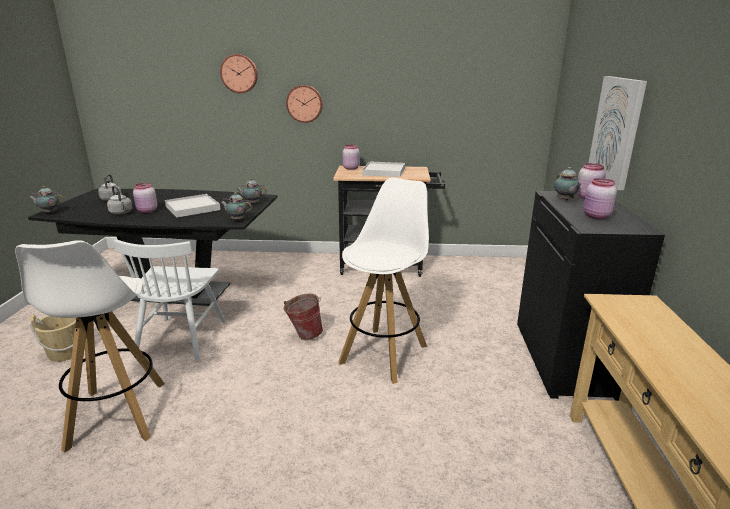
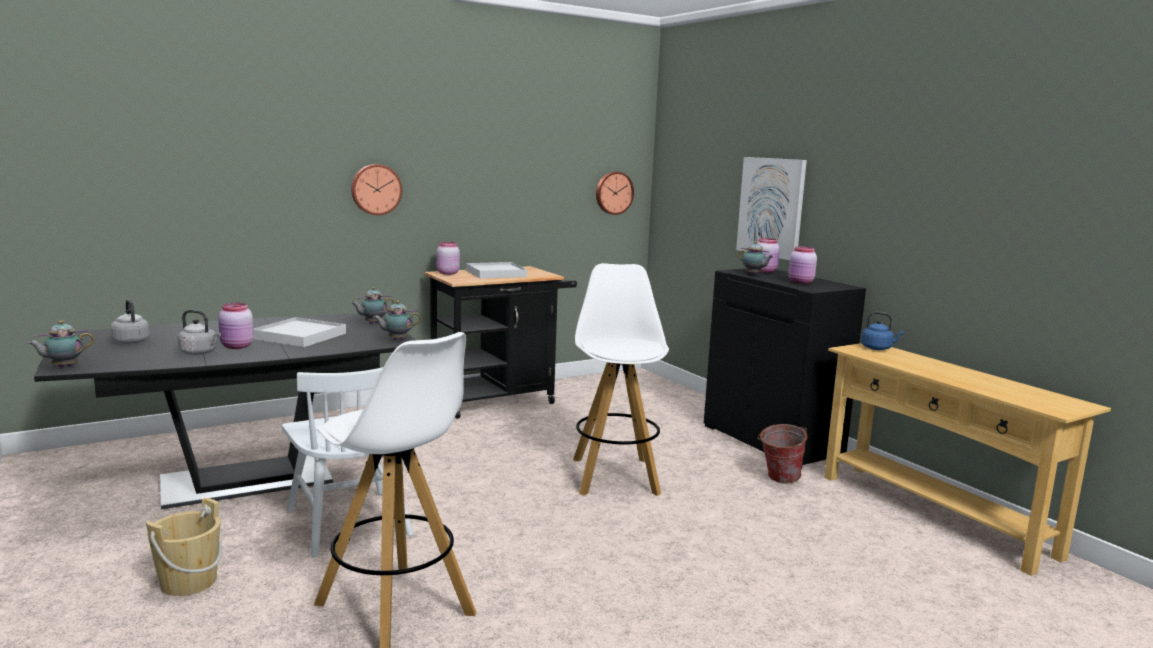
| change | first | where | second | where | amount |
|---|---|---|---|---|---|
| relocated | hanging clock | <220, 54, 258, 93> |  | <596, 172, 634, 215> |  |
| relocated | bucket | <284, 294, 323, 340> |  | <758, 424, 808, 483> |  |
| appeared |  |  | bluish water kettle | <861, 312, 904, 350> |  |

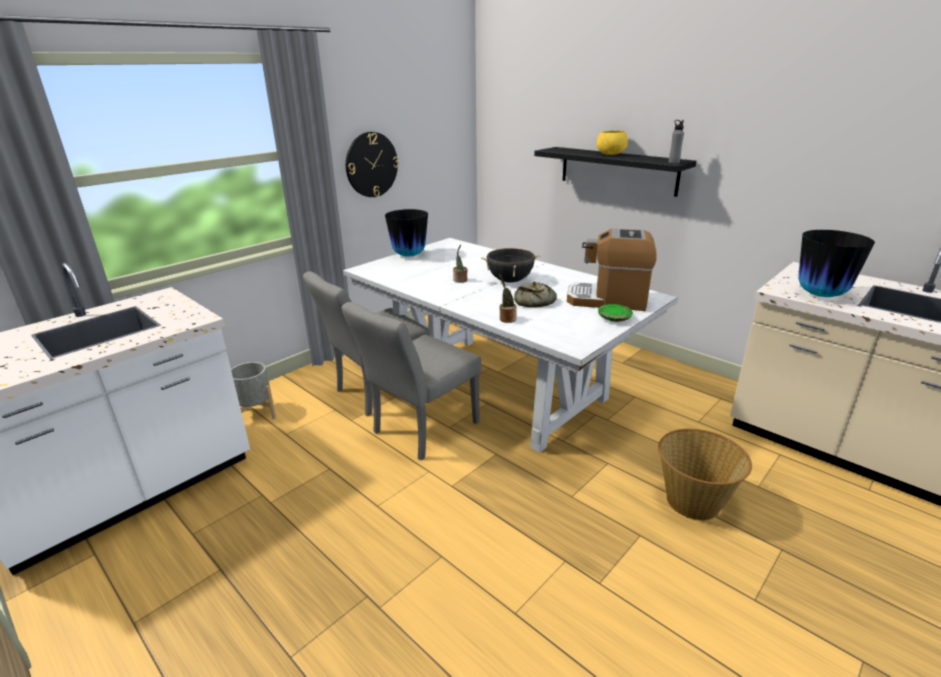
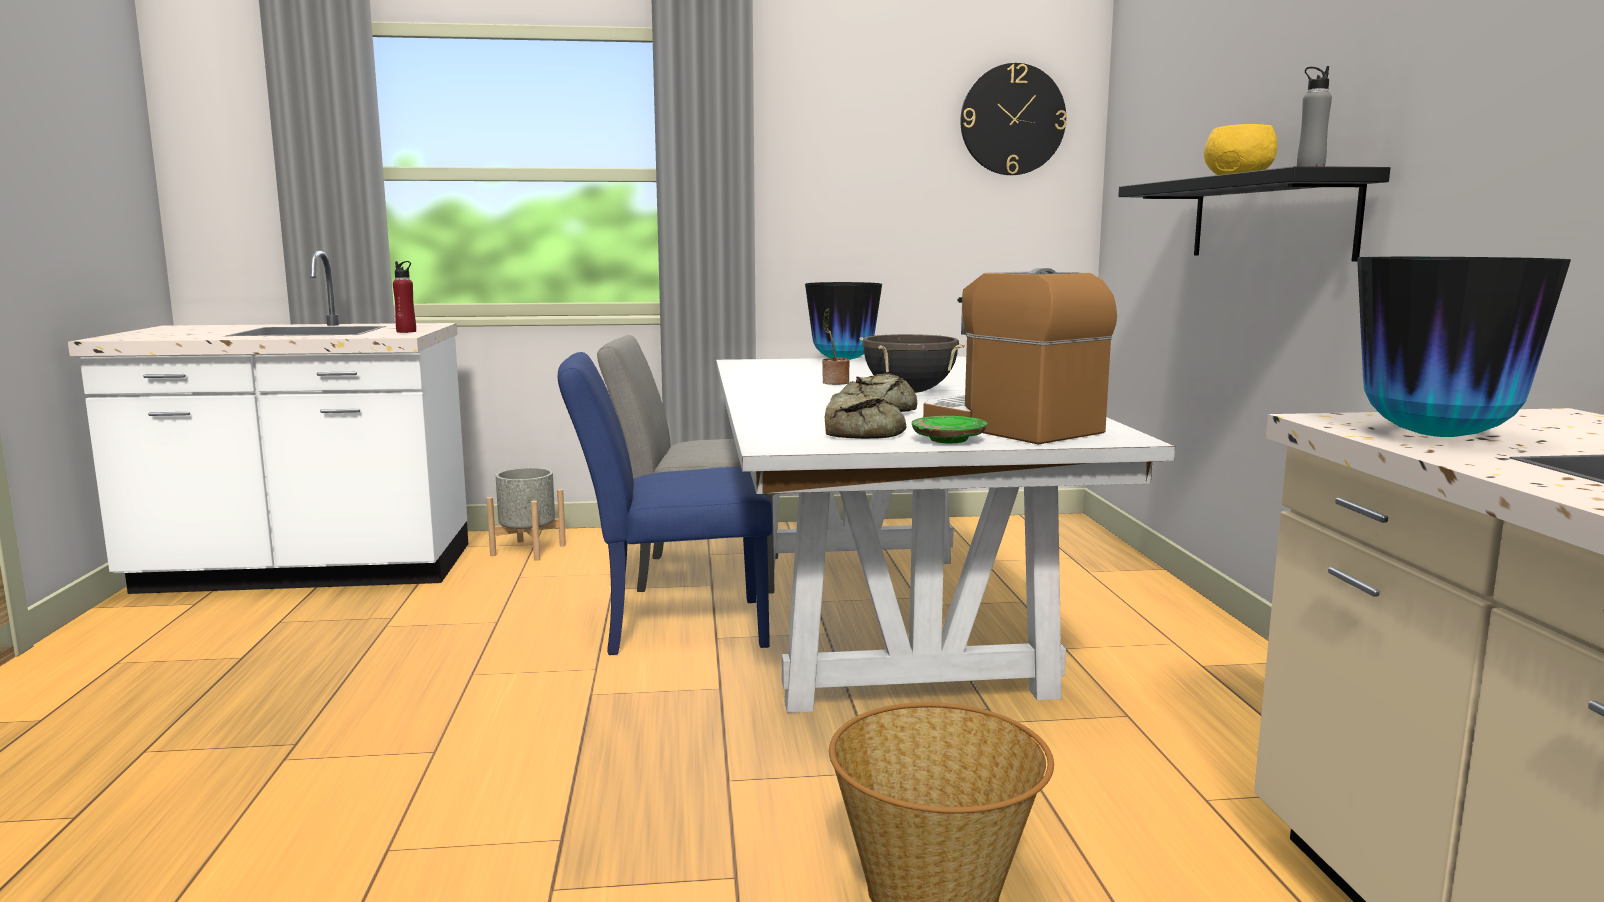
| change | first | where | second | where | amount |
|---|---|---|---|---|---|
| colour | grey plain chair | <341, 302, 481, 461> | bluish plain chair | <558, 352, 772, 655> |  |
| relocated | hanging clock | <346, 132, 399, 197> |  | <960, 63, 1067, 175> |  |
| missing | potted plant | <499, 274, 517, 323> |  |  |  |
| appeared |  |  | red-coloured beverage bottle | <393, 261, 416, 333> |  |
| appeared |  |  | baked bread | <825, 392, 906, 439> |  |

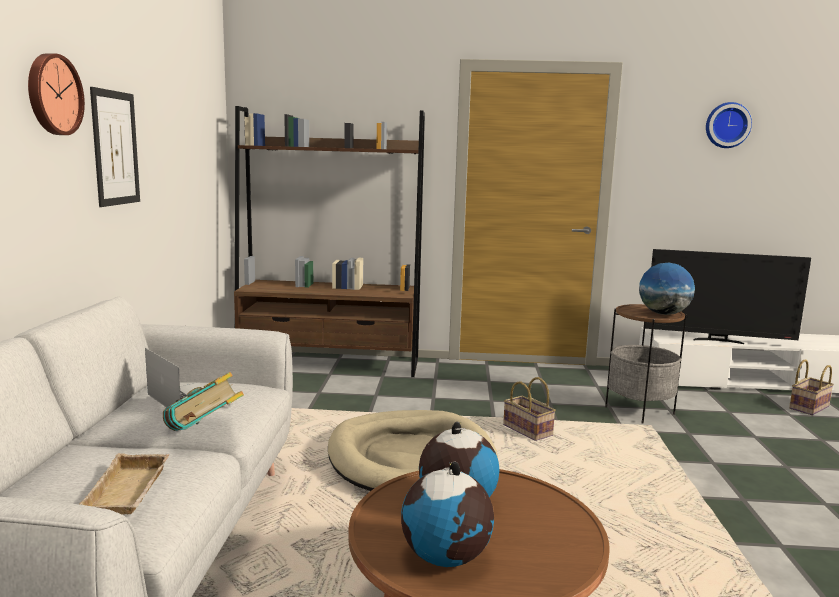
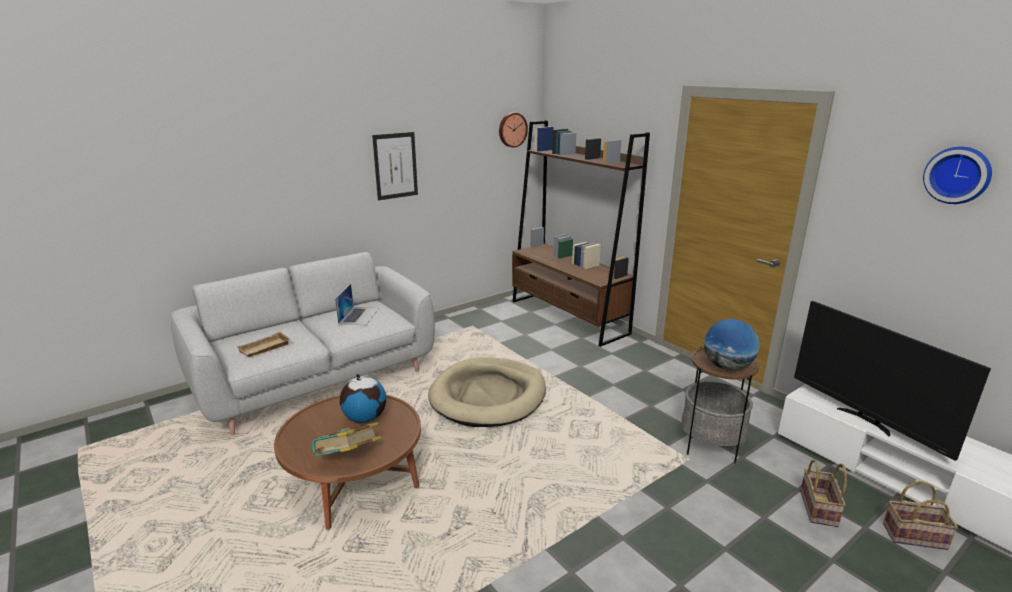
| change | first | where | second | where | amount |
|---|---|---|---|---|---|
| relocated | hanging clock | <28, 53, 85, 135> |  | <499, 113, 528, 148> |  |
| relocated | book | <163, 372, 244, 431> |  | <312, 422, 381, 456> |  |
| missing | world globe | <401, 462, 494, 567> |  |  |  |
| relocated | basket | <503, 377, 556, 441> |  | <800, 460, 847, 527> |  |

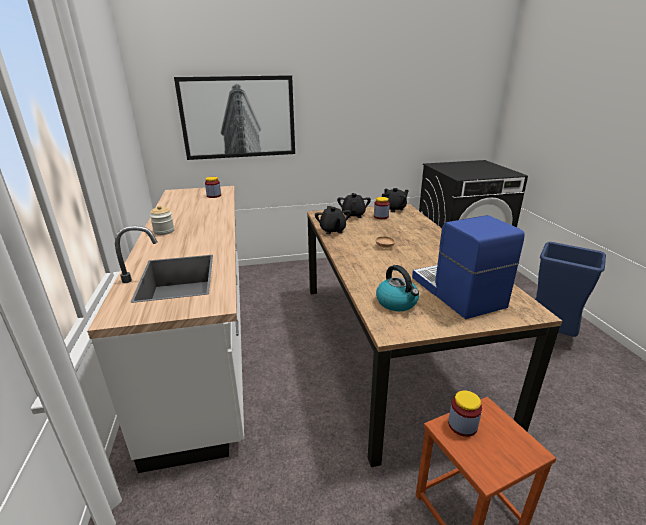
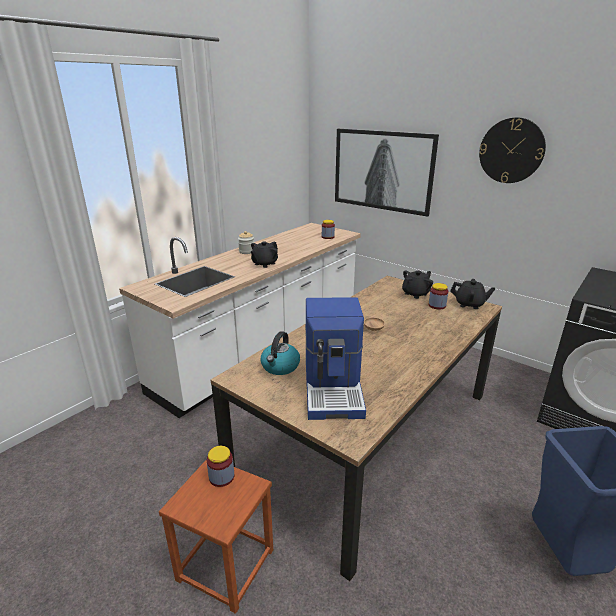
| change | first | where | second | where | amount |
|---|---|---|---|---|---|
| relocated | blackish tea pot | <315, 206, 351, 234> |  | <251, 241, 278, 268> |  |
| spun | coffee maker | <412, 215, 525, 319> |  | <305, 297, 366, 420> | 150 degrees clockwise |
| appeared |  |  | hanging clock | <479, 117, 546, 183> |  |

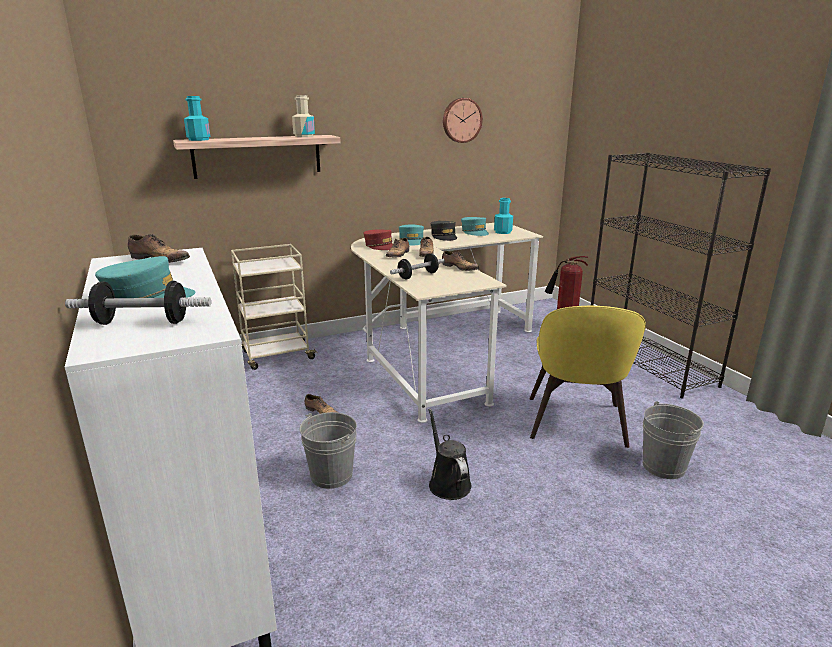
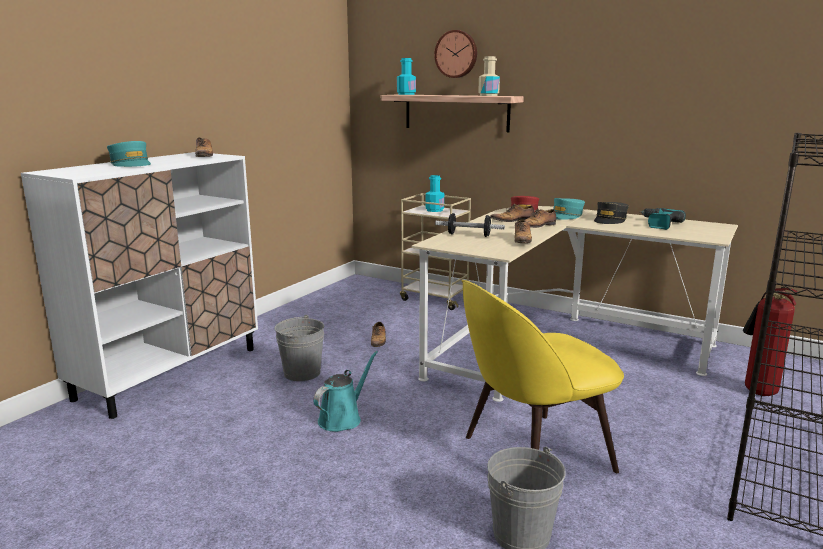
| change | first | where | second | where | amount |
|---|---|---|---|---|---|
| missing | free weight | <65, 281, 211, 325> |  |  |  |
| colour | blackish watering pot | <428, 408, 472, 500> | turquoise-coloured watering pot | <313, 351, 378, 432> |  |
| relocated | hanging clock | <443, 98, 483, 143> |  | <434, 30, 477, 78> |  |
| exchanged | turquoise-coloured cap | <461, 217, 489, 236> | electric drill | <640, 208, 686, 230> |  |
| relocated | turquoise-coloured beverage bottle | <494, 198, 513, 234> |  | <426, 175, 444, 212> |  |

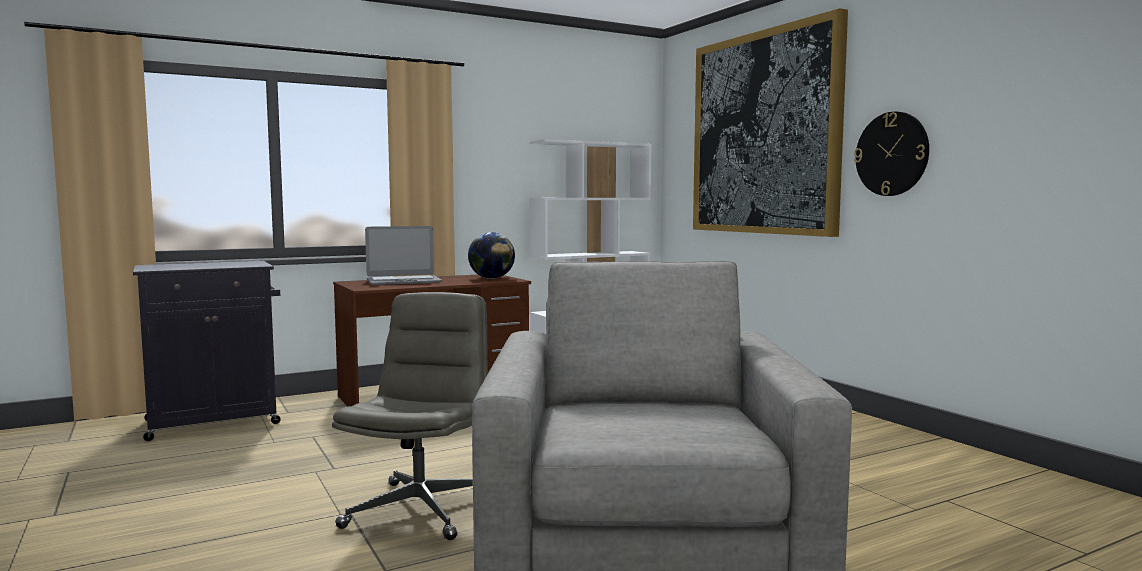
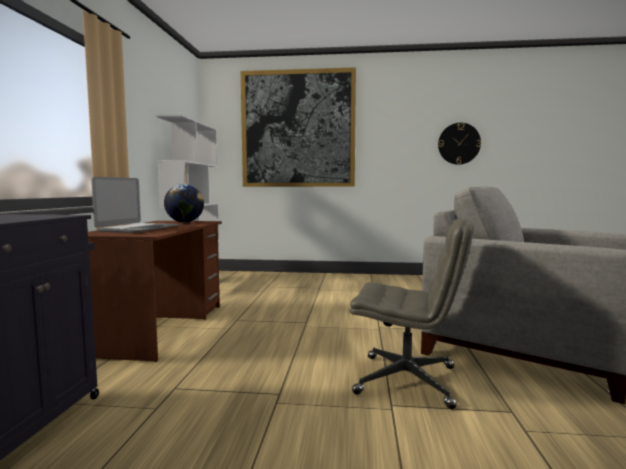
| change | first | where | second | where | amount |
|---|---|---|---|---|---|
| spun | grey computer chair | <332, 292, 488, 540> |  | <350, 219, 474, 409> | 150 degrees clockwise |
| relocated | hanging clock | <854, 111, 929, 196> |  | <438, 123, 481, 165> |  |

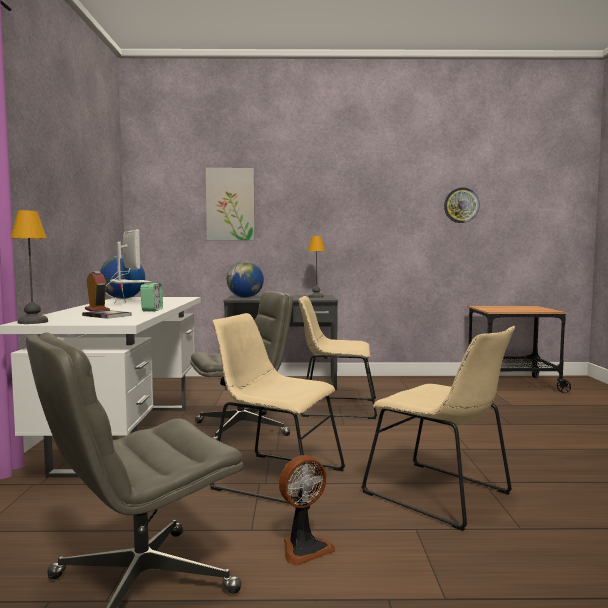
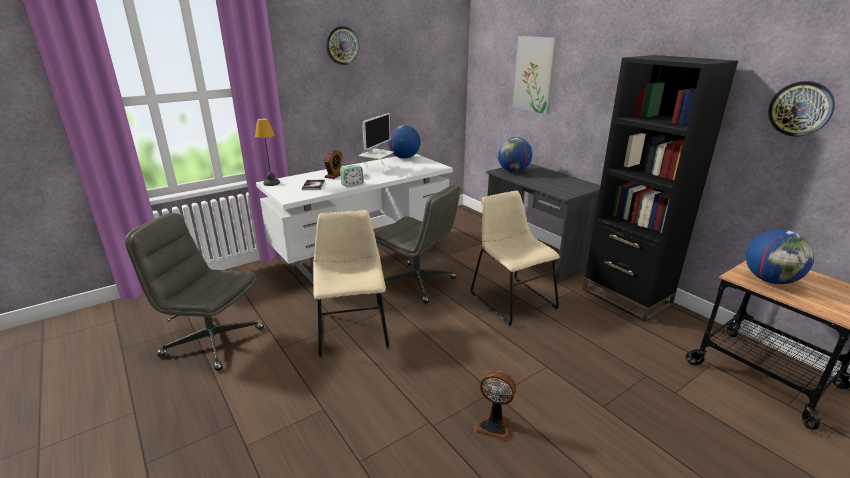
| change | first | where | second | where | amount |
|---|---|---|---|---|---|
| relocated | cooling fan | <279, 455, 335, 566> |  | <474, 371, 516, 441> |  |
| missing | lamp for a table | <308, 236, 325, 298> |  |  |  |
| missing | beige-coloured plain chair | <361, 326, 515, 531> |  |  |  |
| appeared |  |  | hanging clock | <326, 26, 359, 65> |  |
| appeared |  |  | blackish bookshelf | <583, 55, 738, 322> |  |
| appeared |  |  | world globe | <746, 229, 814, 284> |  |

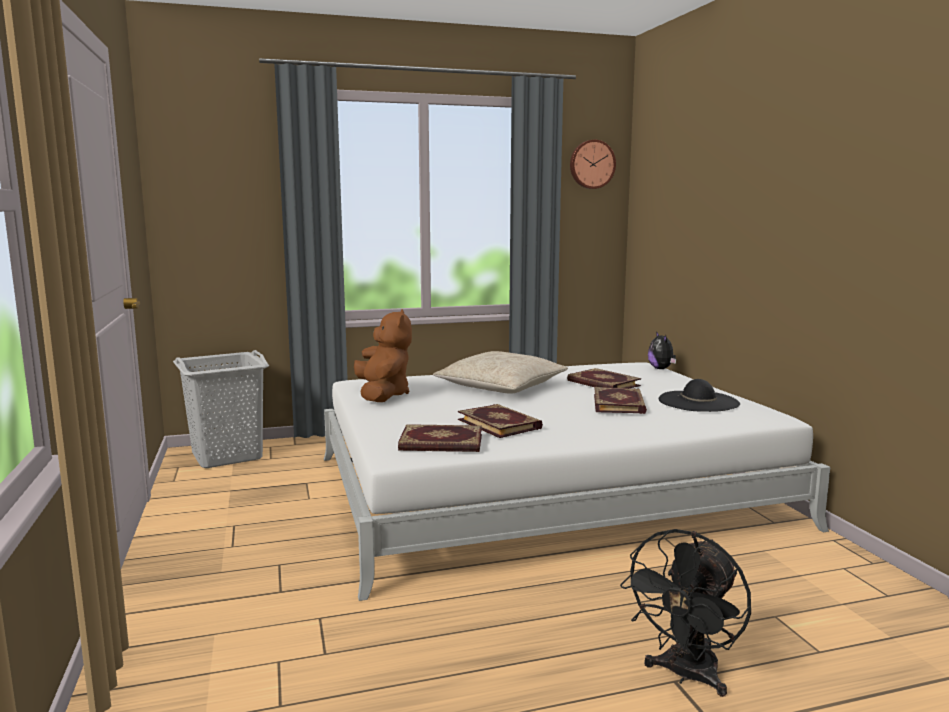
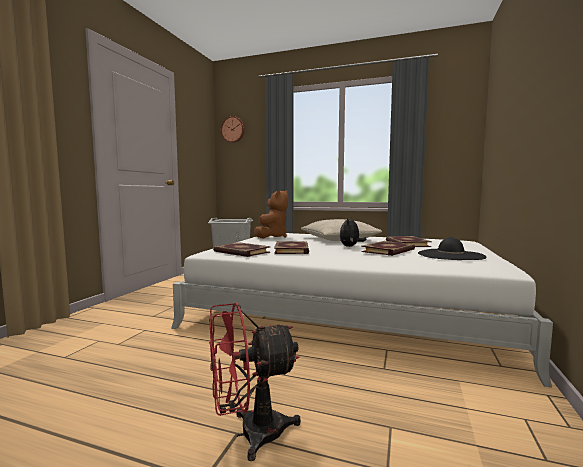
| change | first | where | second | where | amount |
|---|---|---|---|---|---|
| relocated | hanging clock | <570, 140, 616, 189> |  | <221, 116, 245, 143> |  |
| colour | blackish cooling fan | <620, 529, 751, 697> | red-coloured cooling fan | <209, 302, 301, 461> |  |
| relocated | soft toy | <648, 331, 676, 369> |  | <339, 217, 367, 247> |  |

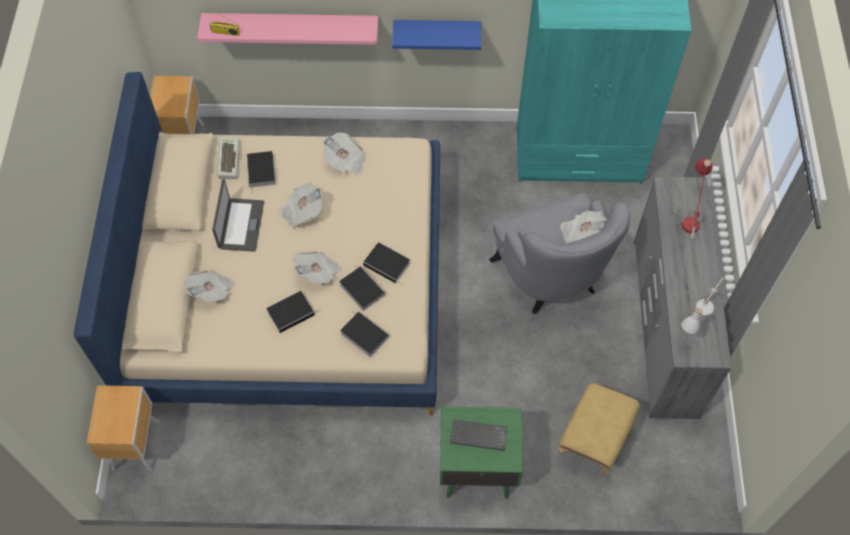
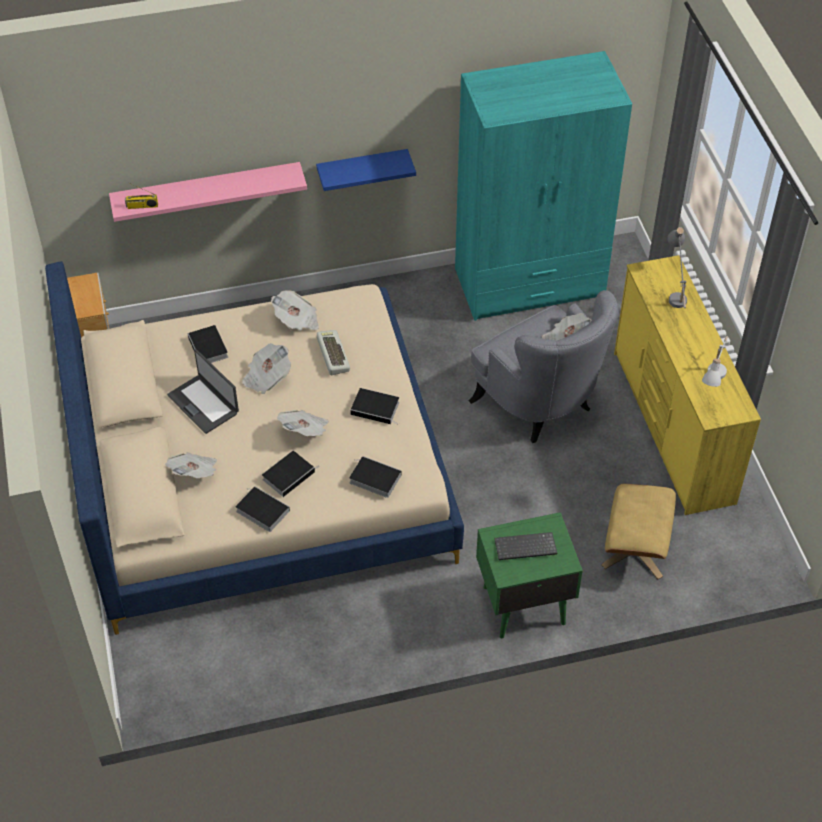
| change | first | where | second | where | amount |
|---|---|---|---|---|---|
| missing | brown-coloured nightstand | <87, 385, 160, 472> |  |  |  |
| spun | portable computer | <212, 179, 264, 252> |  | <167, 349, 239, 434> | 150 degrees clockwise |
| relocated | PC keyboard | <217, 136, 240, 179> |  | <317, 330, 350, 375> |  |
| relocated | book | <339, 265, 385, 311> |  | <235, 486, 290, 532> |  |
| colour | grey drawer chest | <633, 177, 732, 419> | yellow-coloured drawer chest | <614, 255, 761, 515> |  |
| colour | red-coloured lamp for a table | <682, 159, 713, 239> | grey lamp for a table | <667, 227, 687, 308> |  |

